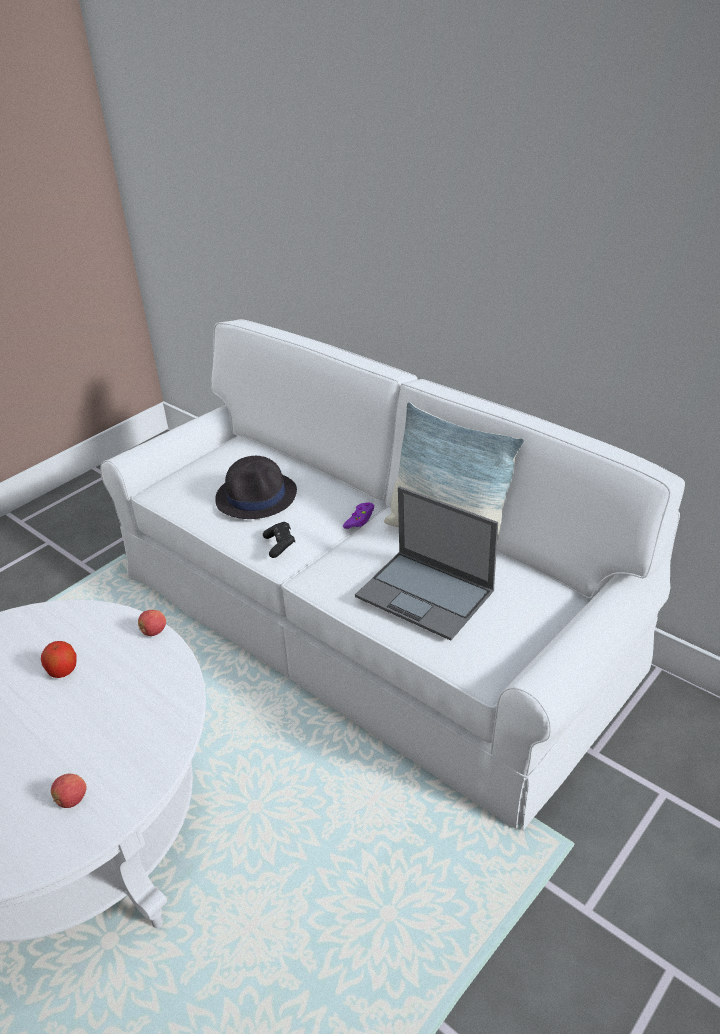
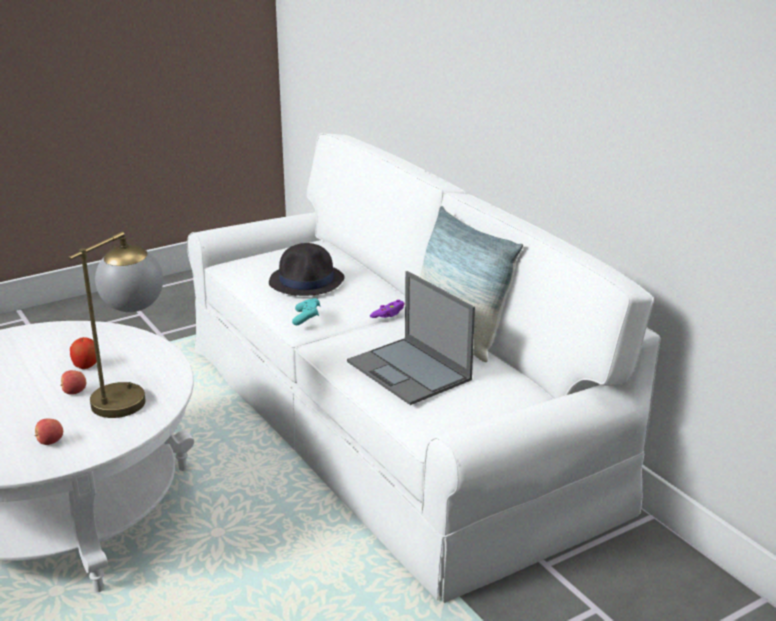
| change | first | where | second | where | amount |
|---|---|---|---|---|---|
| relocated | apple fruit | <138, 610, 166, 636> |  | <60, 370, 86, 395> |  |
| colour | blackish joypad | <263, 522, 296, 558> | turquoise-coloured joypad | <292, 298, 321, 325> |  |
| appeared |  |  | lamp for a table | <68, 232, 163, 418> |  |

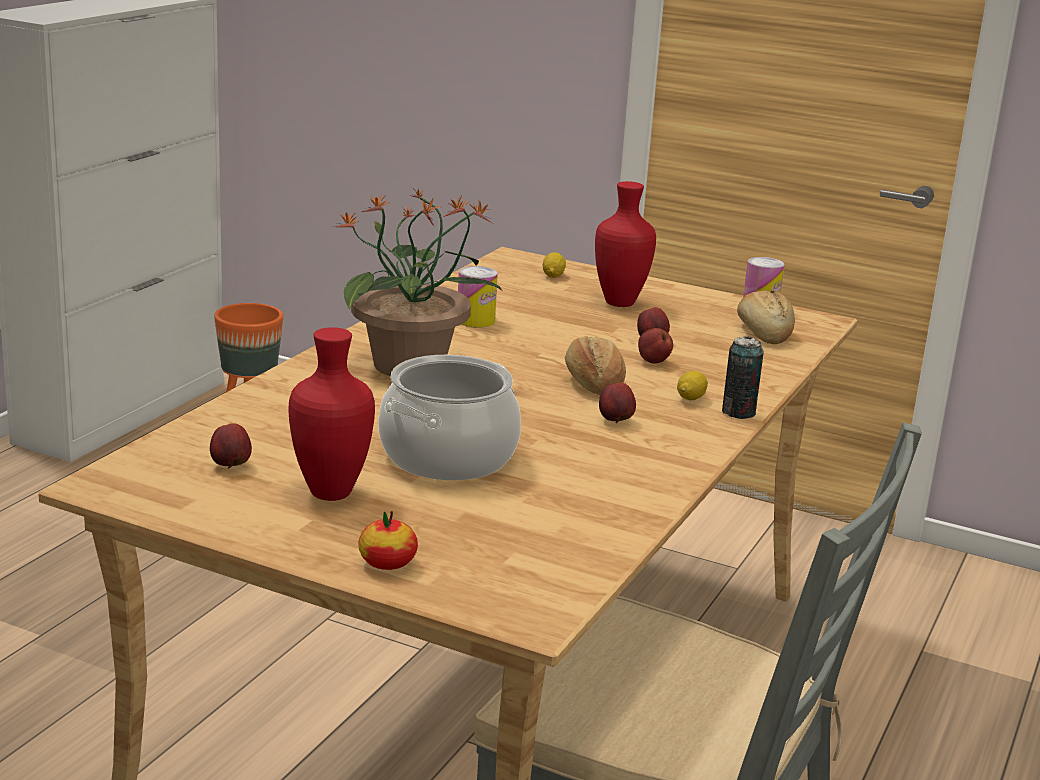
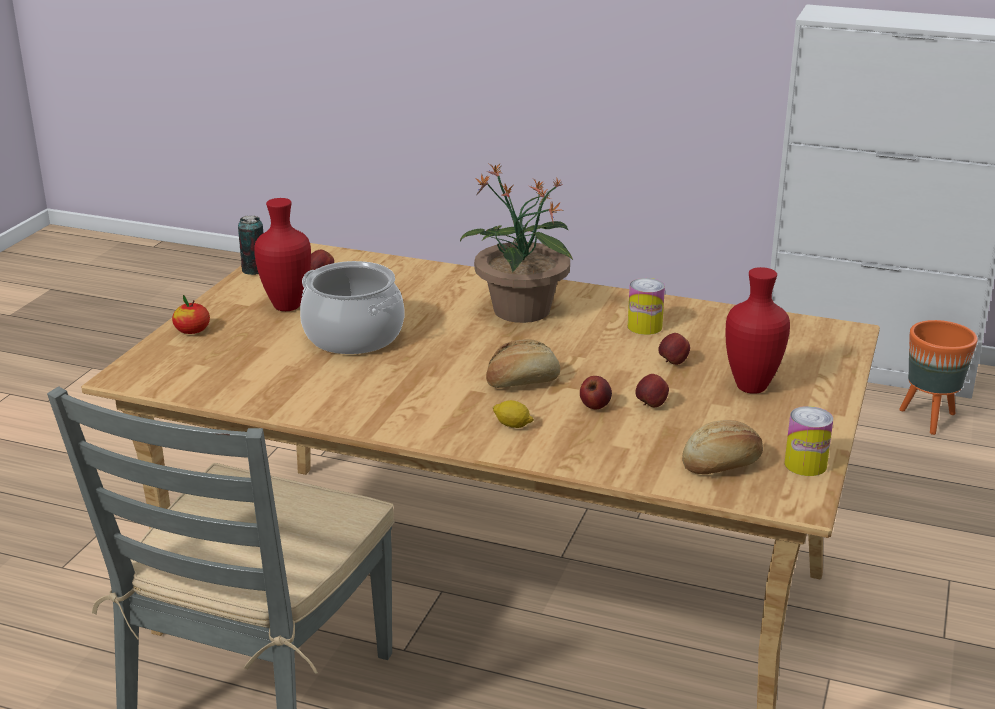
| change | first | where | second | where | amount |
|---|---|---|---|---|---|
| missing | citrus fruit | <543, 252, 566, 278> |  |  |  |
| relocated | apple fruit | <599, 382, 636, 423> |  | <658, 333, 690, 365> |  |
| relocated | sealed can | <722, 337, 764, 419> |  | <238, 215, 263, 275> |  |

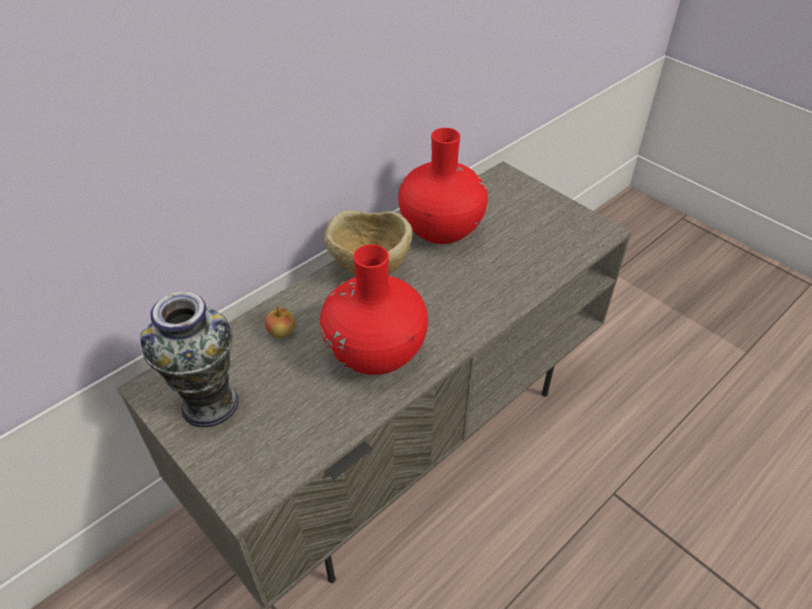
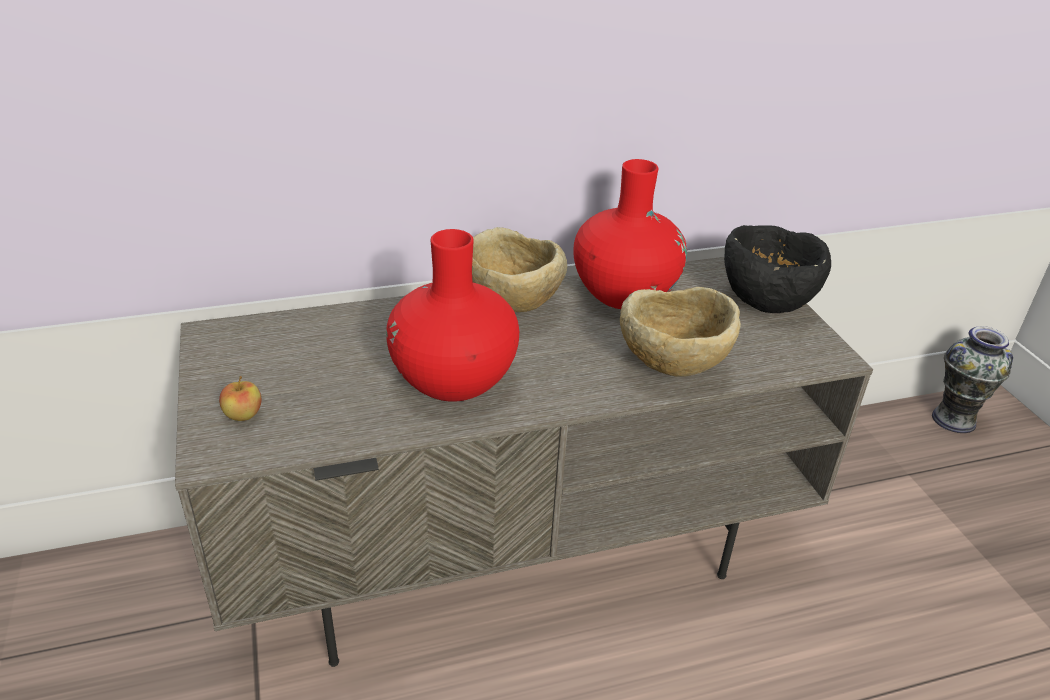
| change | first | where | second | where | amount |
|---|---|---|---|---|---|
| relocated | vase | <140, 291, 239, 427> |  | <932, 326, 1013, 433> |  |
| relocated | apple fruit | <265, 306, 295, 338> |  | <219, 376, 262, 421> |  |
| appeared |  |  | beige-coloured deep dish | <620, 287, 741, 377> |  |
| appeared |  |  | blackish deep dish | <724, 225, 831, 313> |  |

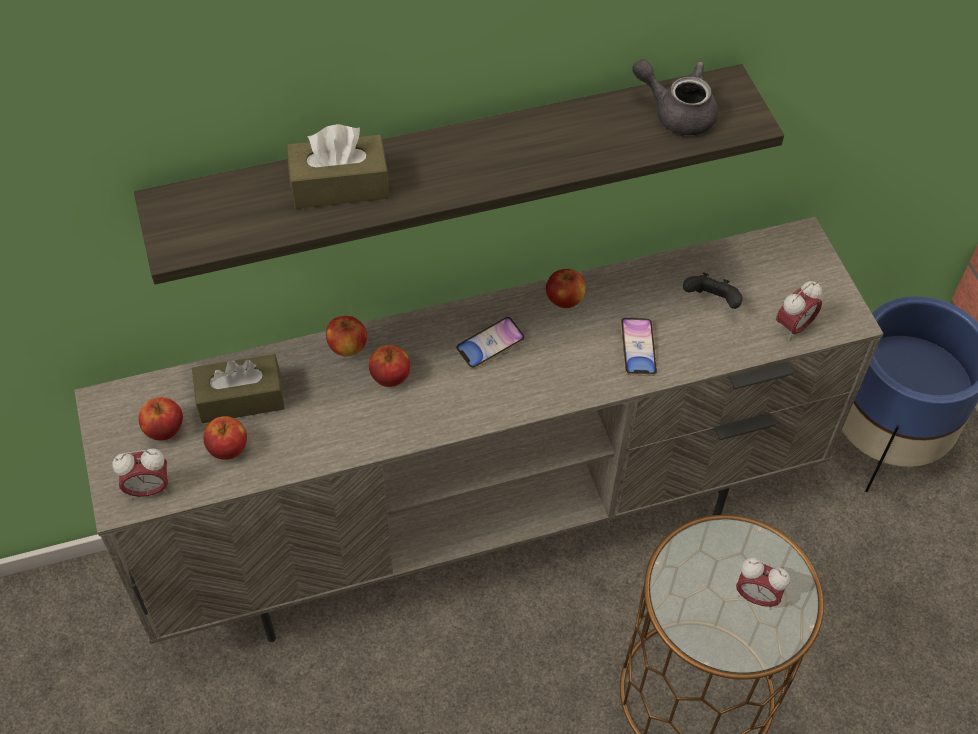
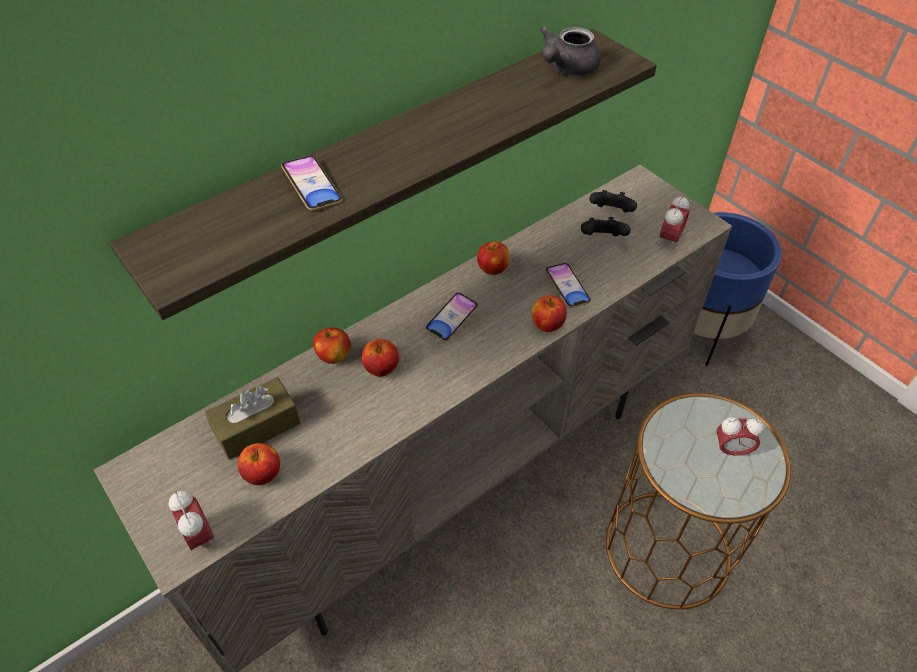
| change | first | where | second | where | amount |
|---|---|---|---|---|---|
| spun | bedside clock | <112, 449, 168, 499> |  | <169, 491, 214, 551> | 90 degrees counterclockwise |
| relocated | apple fruit | <139, 397, 183, 440> |  | <532, 295, 567, 332> |  |
| exchanged | brown-coloured box of tissues | <287, 124, 389, 209> | phone | <281, 156, 342, 211> |  |
| spun | grey tea pot | <632, 59, 718, 135> |  | <540, 26, 601, 76> | 60 degrees counterclockwise |
| appeared |  |  | blackish joypad | <589, 190, 637, 213> |  |

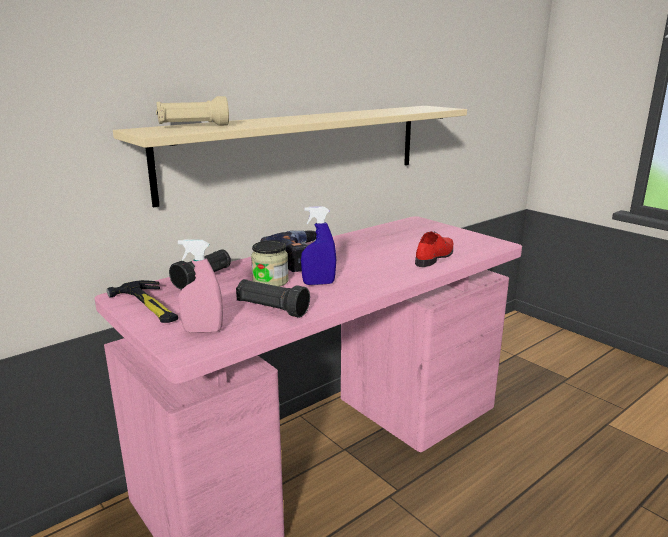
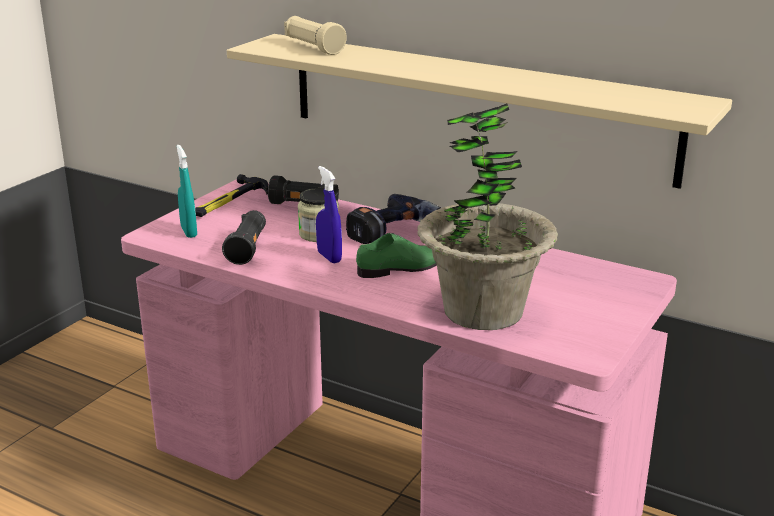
| change | first | where | second | where | amount |
|---|---|---|---|---|---|
| colour | pinkish sprayer | <178, 240, 223, 333> | turquoise-coloured sprayer | <177, 145, 197, 238> |  |
| exchanged | red-coloured item of footwear | <415, 231, 453, 267> | potted plant | <417, 103, 558, 330> |  |
| appeared |  |  | green item of footwear | <356, 233, 437, 278> |  |

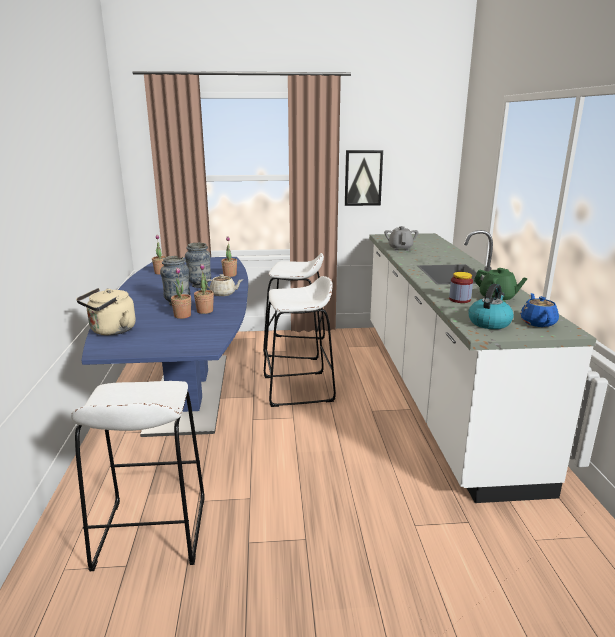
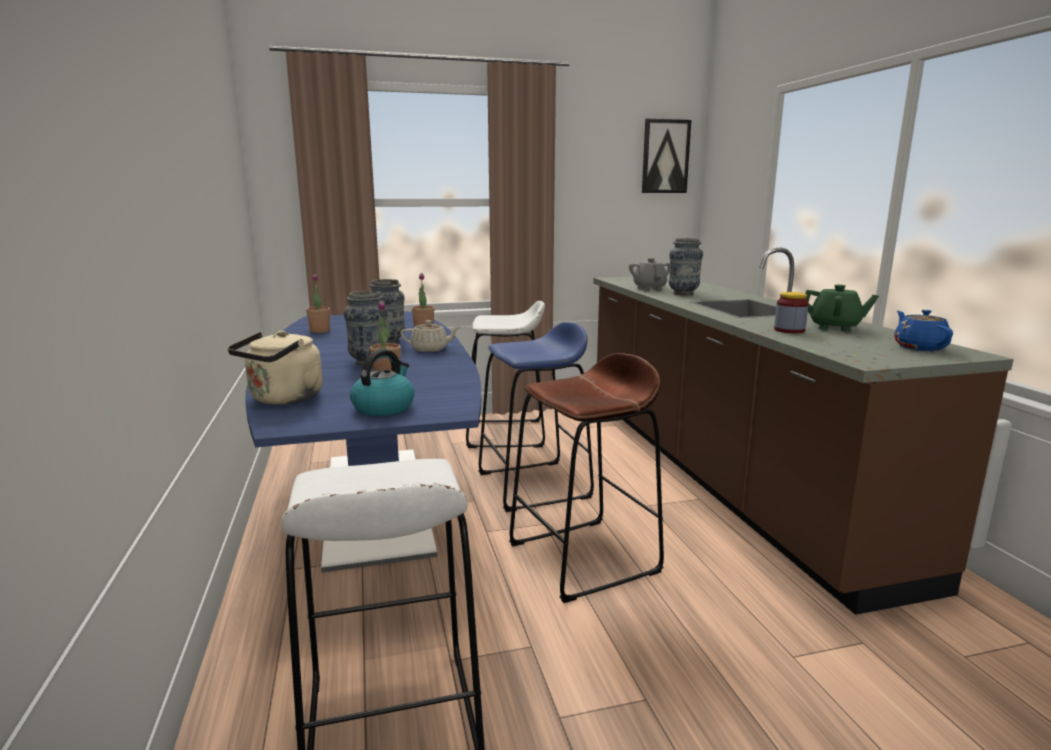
| change | first | where | second | where | amount |
|---|---|---|---|---|---|
| missing | potted plant | <194, 264, 214, 314> |  |  |  |
| colour | whitish sitting stool | <264, 276, 336, 407> | bluish sitting stool | <479, 322, 594, 512> |  |
| relocated | wall art | <345, 150, 383, 206> |  | <642, 119, 691, 193> |  |
| colour | whitish counter | <369, 230, 597, 503> | brown-coloured counter | <593, 248, 1014, 615> |  |
| relocated | water kettle | <468, 284, 514, 329> |  | <350, 349, 414, 416> |  |
| appeared |  |  | brown-coloured sitting stool | <509, 353, 664, 603> |  |
| appeared |  |  | vase | <669, 238, 703, 295> |  |

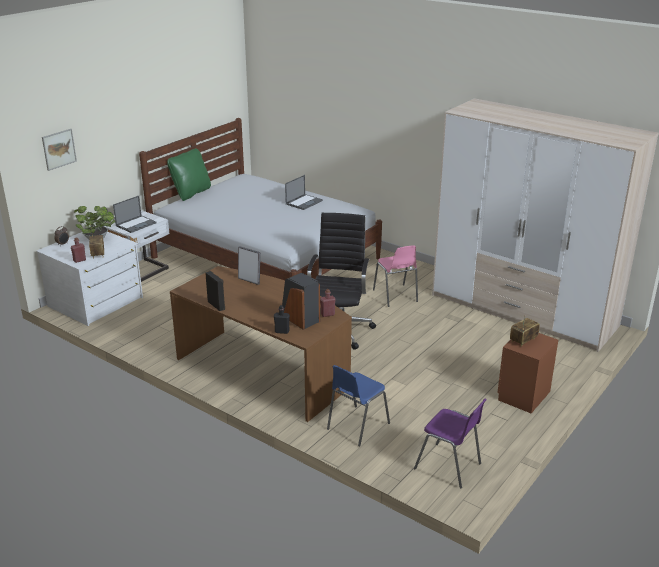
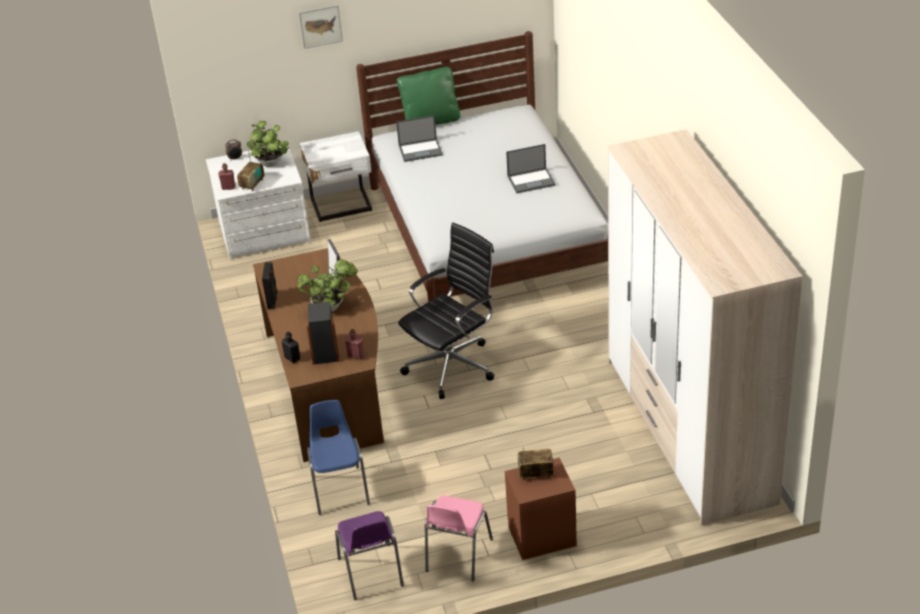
| change | first | where | second | where | amount |
|---|---|---|---|---|---|
| relocated | wall art | <42, 129, 77, 171> |  | <299, 5, 343, 49> |  |
| relocated | portable computer | <113, 196, 156, 233> |  | <396, 115, 443, 162> |  |
| spun | bluish plain chair | <327, 365, 390, 446> |  | <307, 400, 370, 515> | 90 degrees clockwise |
| relocated | pinkish plain chair | <373, 245, 418, 307> |  | <425, 496, 493, 582> |  |
| appeared |  |  | potted plant | <297, 259, 358, 312> |  |

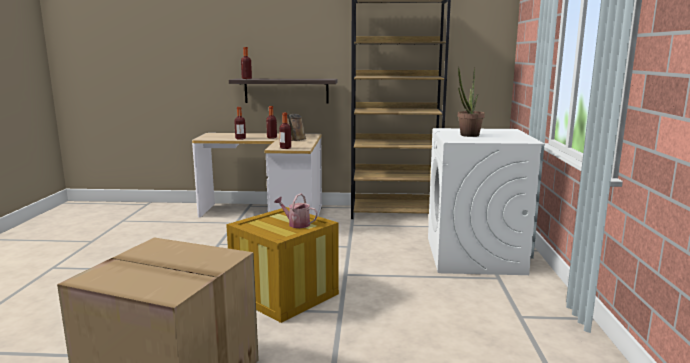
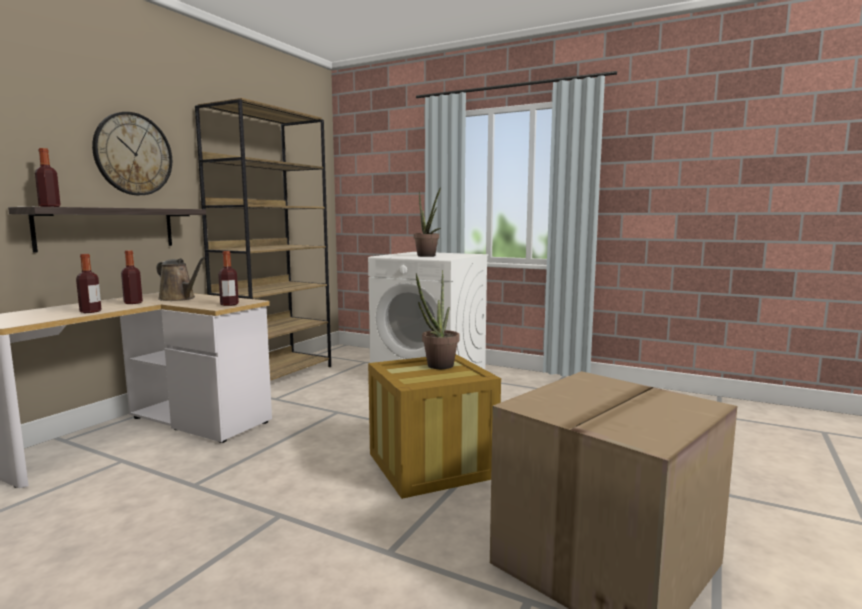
| change | first | where | second | where | amount |
|---|---|---|---|---|---|
| exchanged | watering pot | <274, 193, 318, 228> | potted plant | <416, 270, 460, 369> |  |
| appeared |  |  | hanging clock | <92, 112, 172, 195> |  |

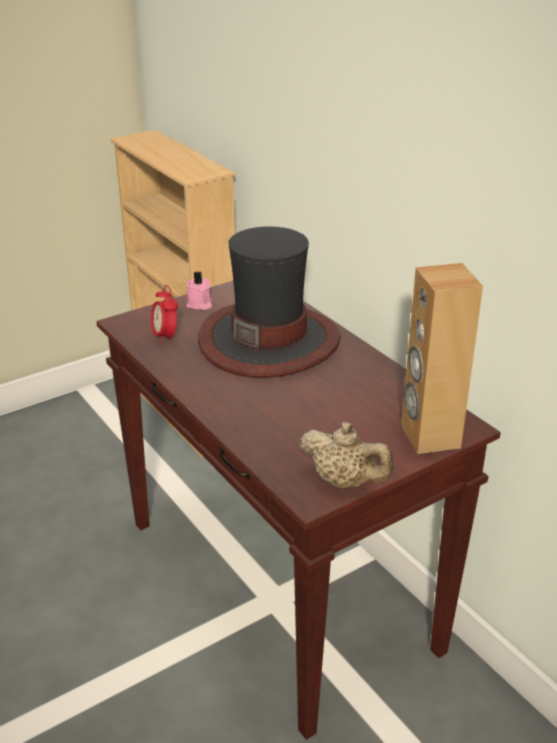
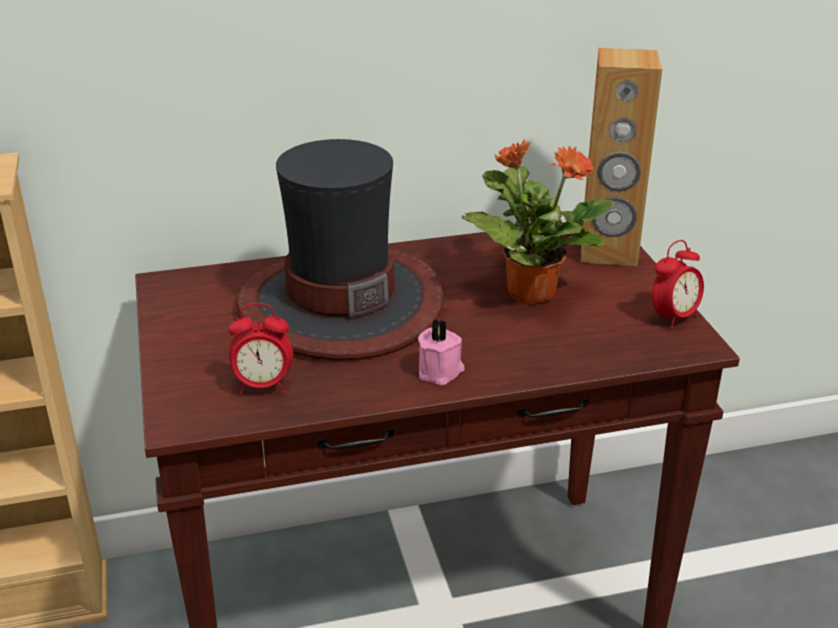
| change | first | where | second | where | amount |
|---|---|---|---|---|---|
| relocated | pinkish wax light | <187, 271, 212, 310> |  | <418, 319, 465, 385> |  |
| exchanged | beige-coloured tea pot | <299, 422, 394, 488> | bedside clock | <652, 240, 704, 329> |  |
| appeared |  |  | potted plant | <462, 140, 615, 304> |  |

